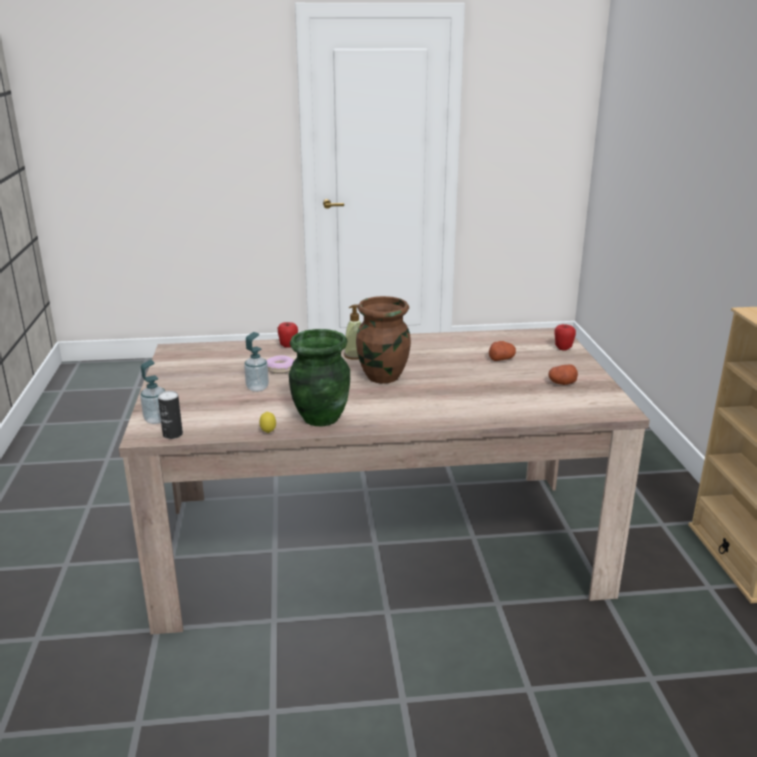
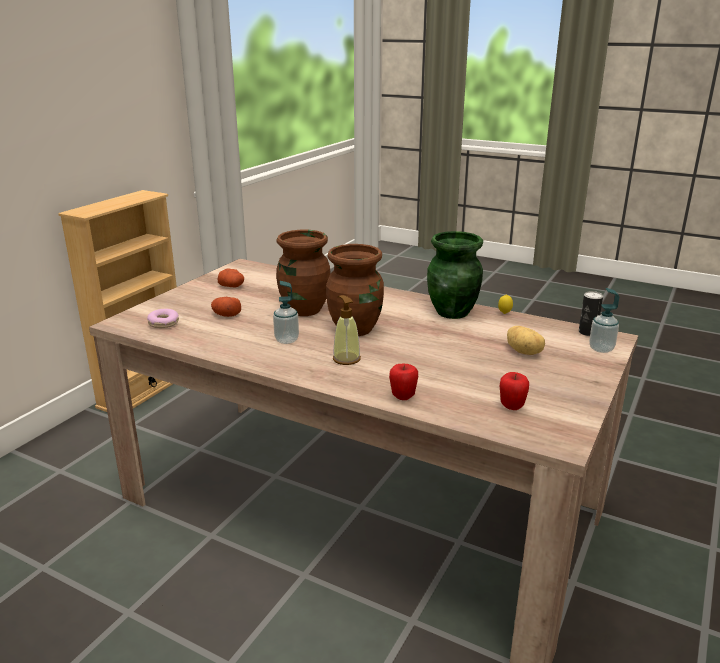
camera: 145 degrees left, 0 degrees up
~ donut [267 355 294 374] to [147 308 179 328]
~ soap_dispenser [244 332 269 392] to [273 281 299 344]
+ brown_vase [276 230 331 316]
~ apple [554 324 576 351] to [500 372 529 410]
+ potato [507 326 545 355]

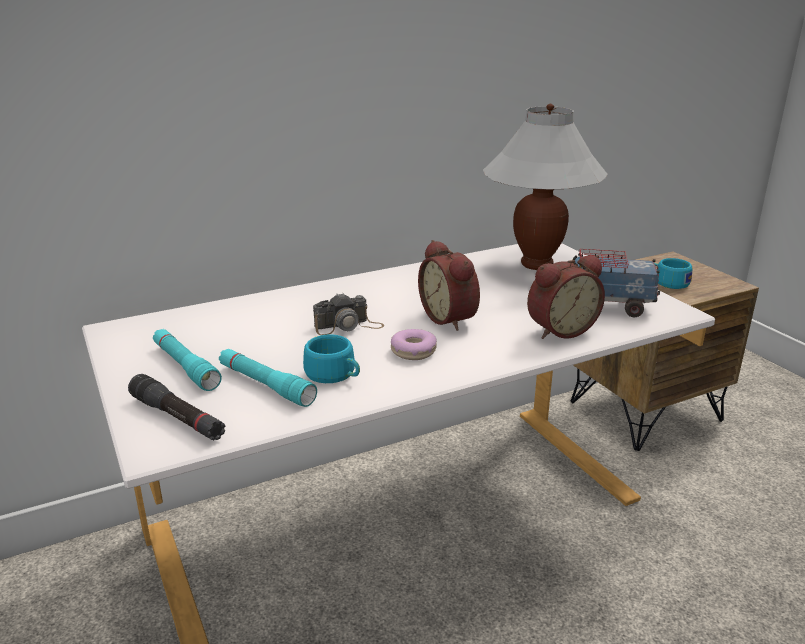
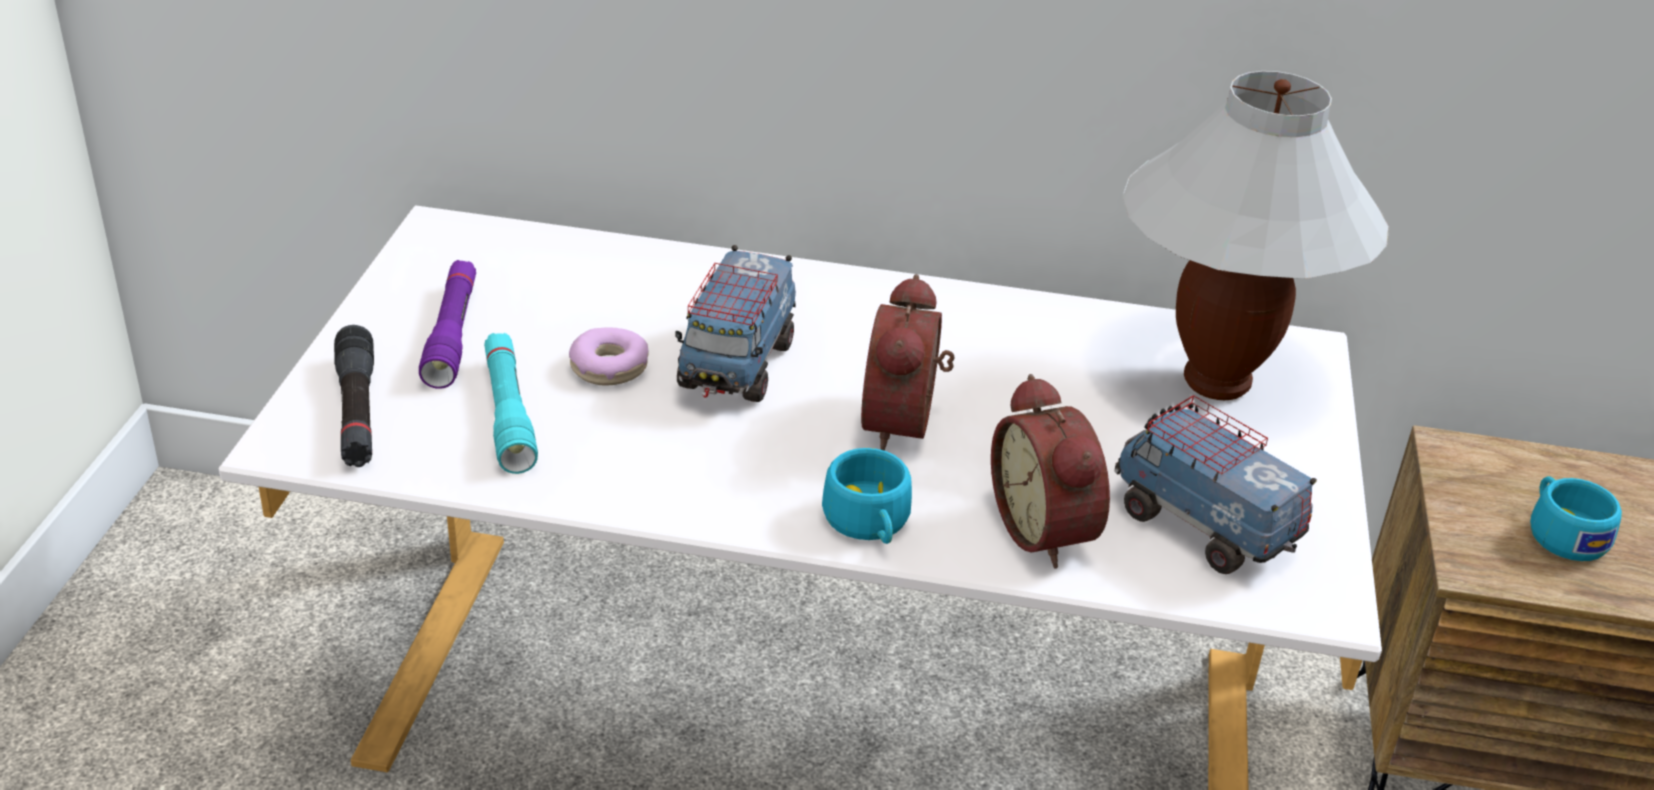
camera: 35 degrees right, 10 degrees up
~ turquoise_flashlight [153 329 222 391] to purple_flashlight [419 260 476 389]
~ donut [391 329 437 360] to [569 327 649 386]
~ photo_camera [313 293 384 335] to toy_truck [675 245 796 402]
~ turquoise_cup [303 335 360 383] to [822 448 912 544]
~ alarm_clock [527 255 605 339] = [991 374 1110 569] 60 degrees clockwise

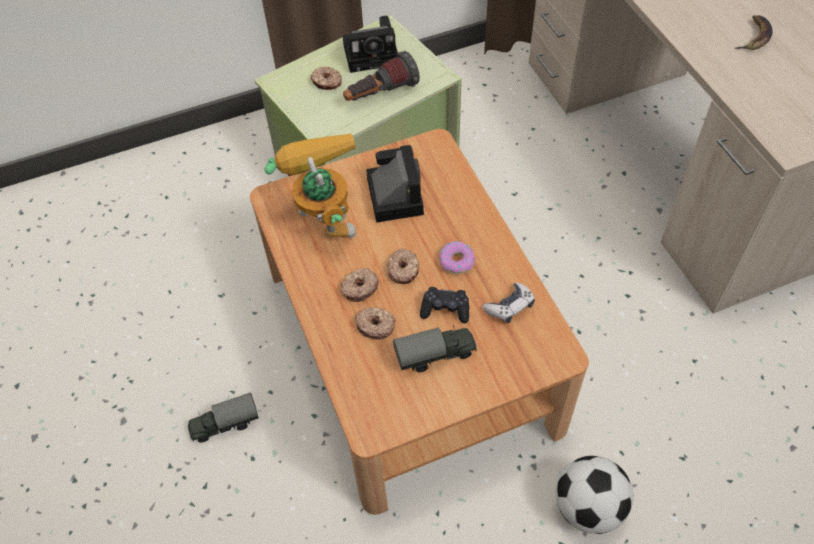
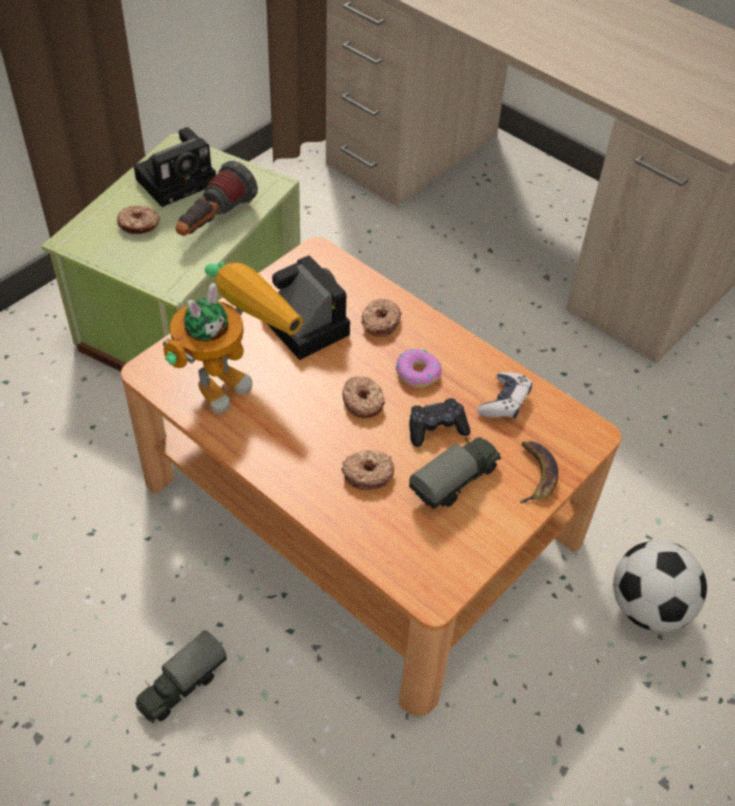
camera: 30 degrees left, 5 degrees down
~ toy_robot [264 133 356 238] = [163 262 303 414] 90 degrees clockwise
~ donut [340 268 379 302] to [361 298 402 337]
~ banana [735 15 773 50] to [520 441 558 503]

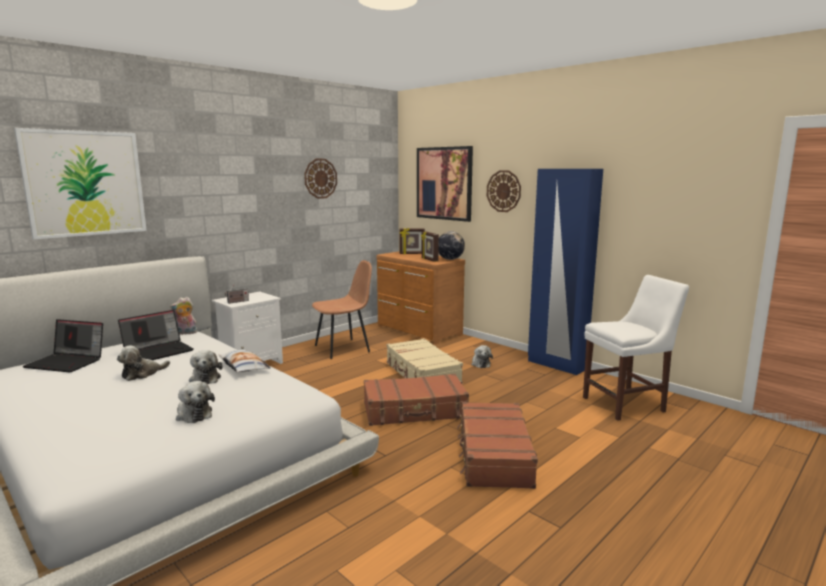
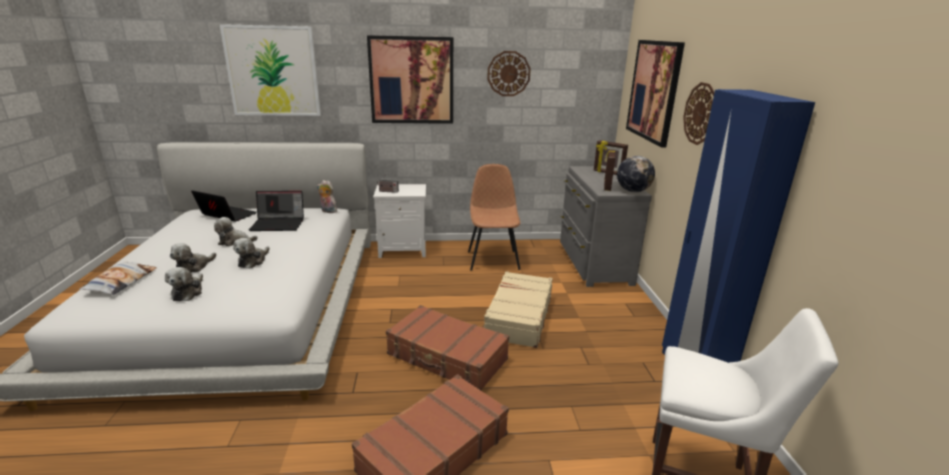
camera: 40 degrees right, 10 degrees up
~ pillow [219 350 271 372] to [79 262 157 295]
~ plush_toy [471 345 493 368] to [170 243 216 273]
~ laptop [22 319 103 373] = [191 190 257 222] 150 degrees clockwise
+ picture [367 35 453 124]
~ brown_chair [312 260 372 359] = [468 164 520 271] 105 degrees counterclockwise
~ brown_dresser [376 251 465 344] to grey_dresser [560 166 652 287]

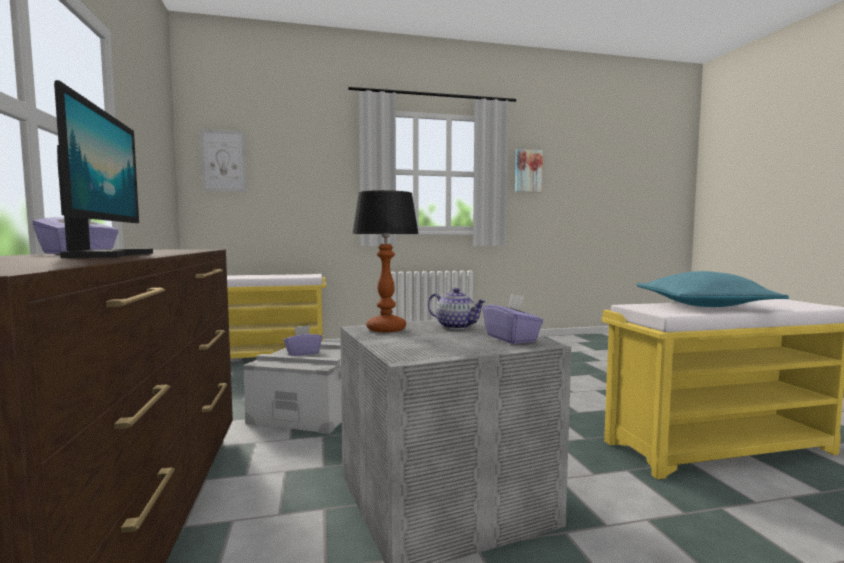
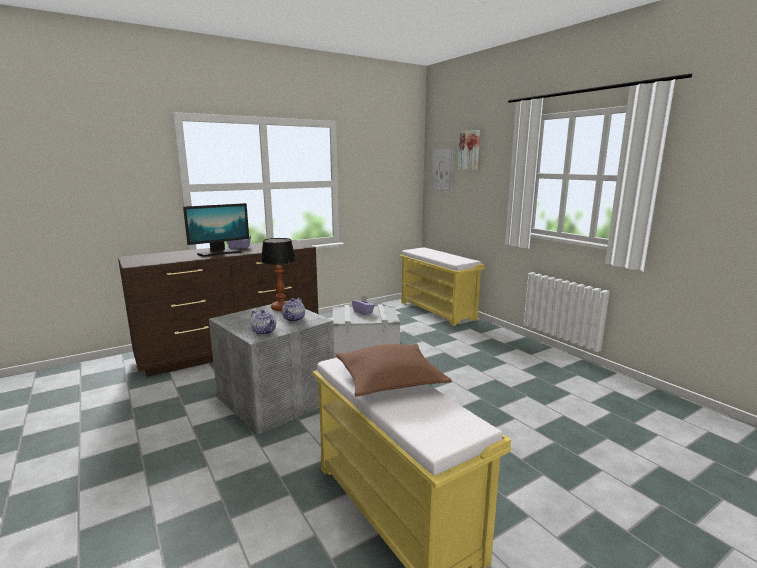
camera: 70 degrees right, 10 degrees up
~ purple_tissue_box [483 293 543 344] to teapot [251 309 276 335]
~ turquoise_pillow [636 271 789 307] to brown_pillow [336 343 452 397]
~ picture [515 149 543 192] to [458 130 480 170]

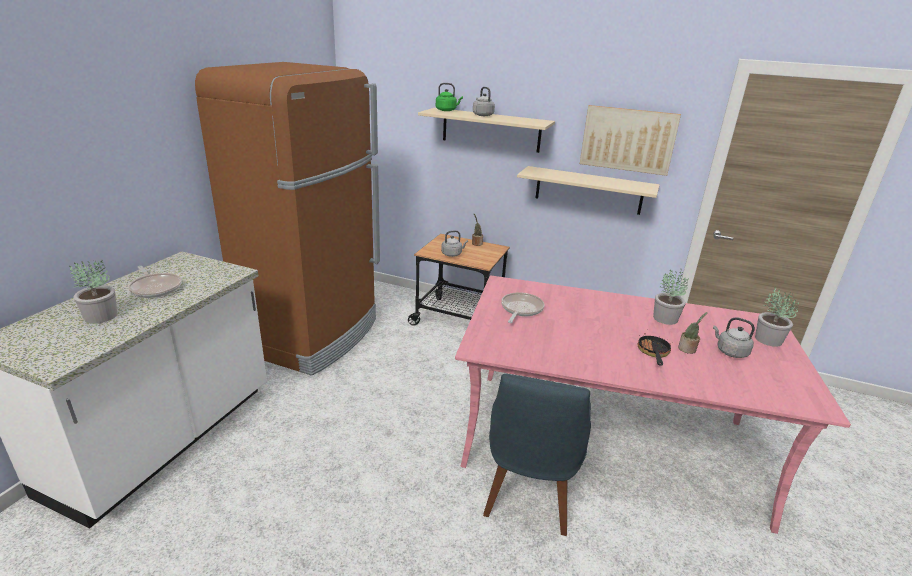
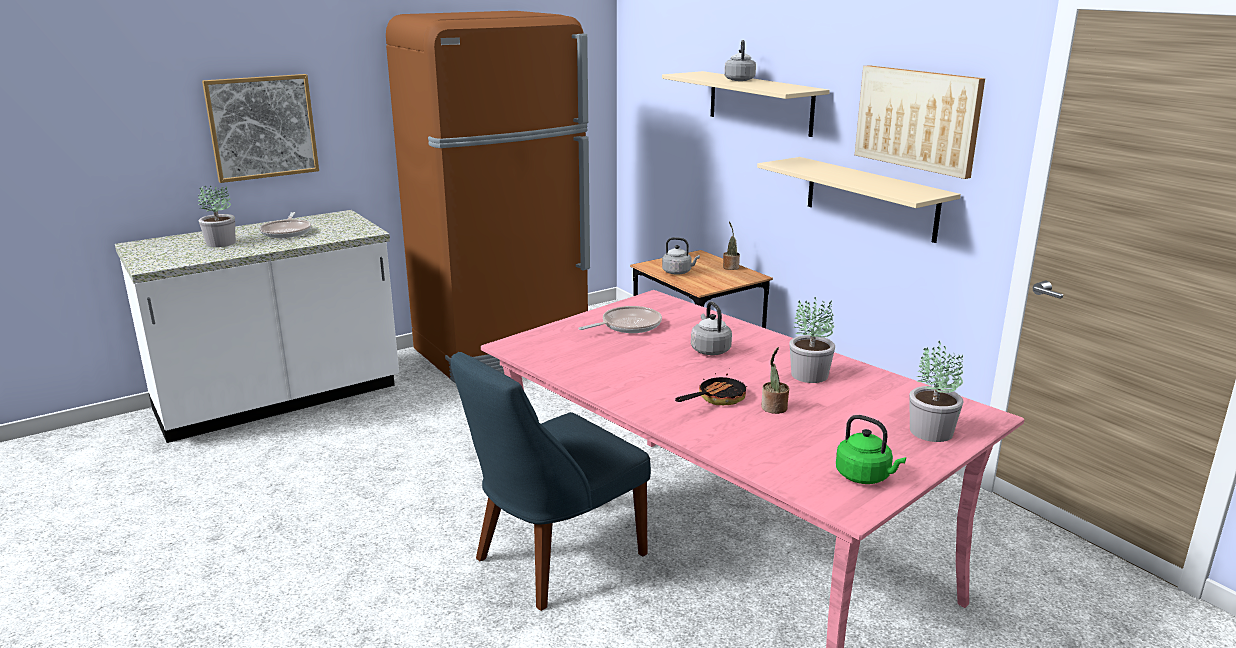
camera: 35 degrees right, 5 degrees down
+ picture [202 74 319 183]
~ grey_kettle [713 317 755 358] to [691 302 732 355]
~ green_kettle [436 83 463 111] to [836 415 906 484]

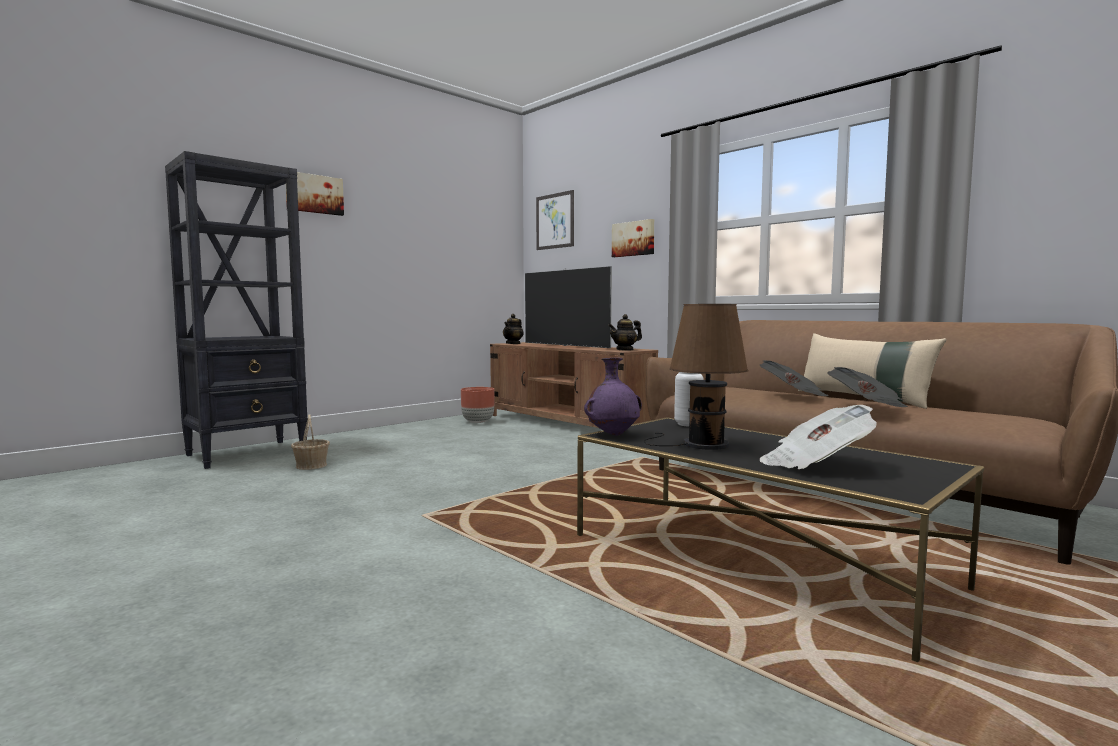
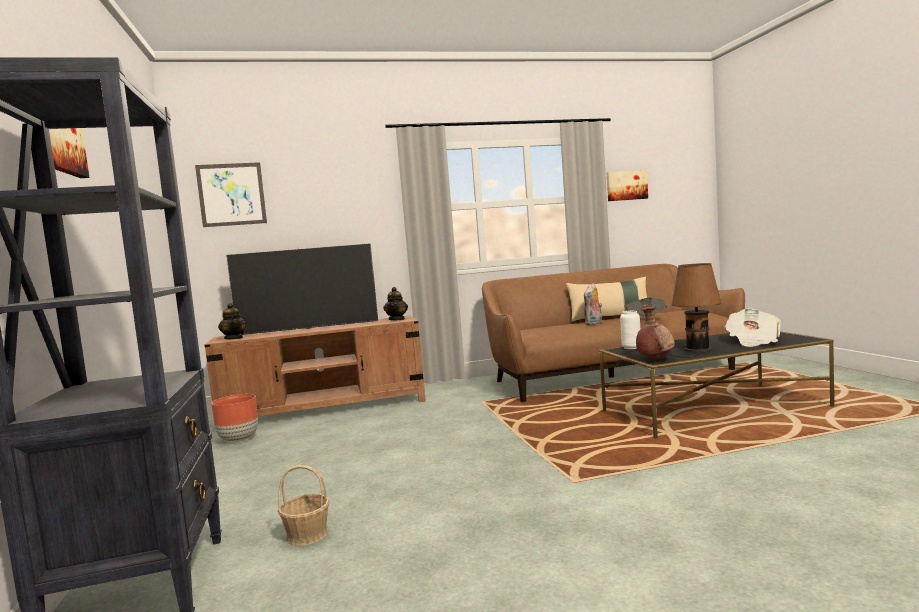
camera: 60 degrees left, 0 degrees up
~ newspaper [760 360 829 396] to plush_toy [584 284 602 325]
~ picture [612 219 654 257] to [607 170 648 201]
~ purple_vase [584 358 642 436] to brown_vase [636 306 675 360]

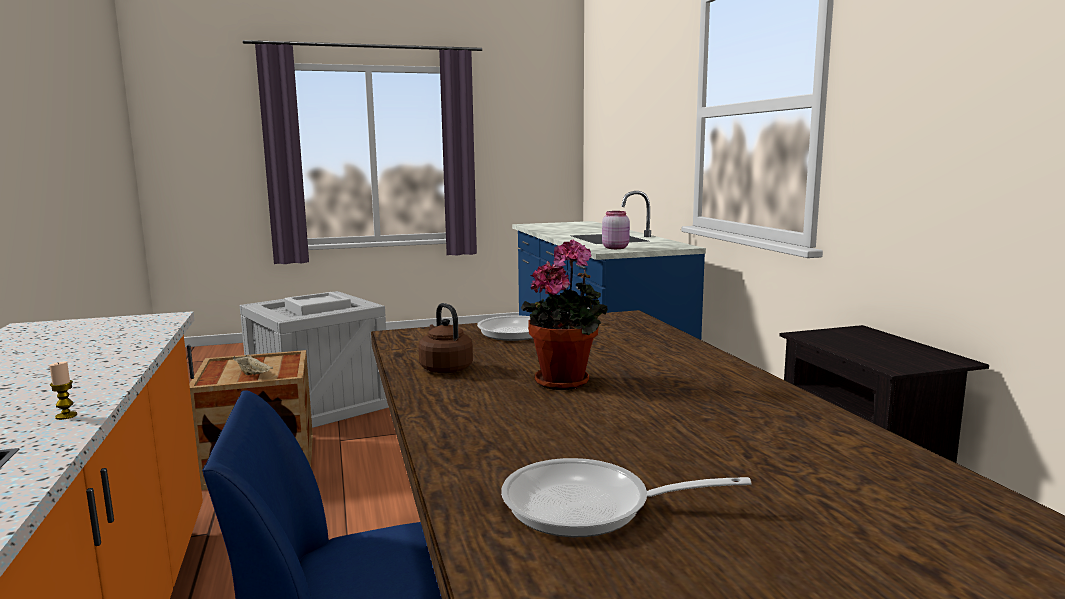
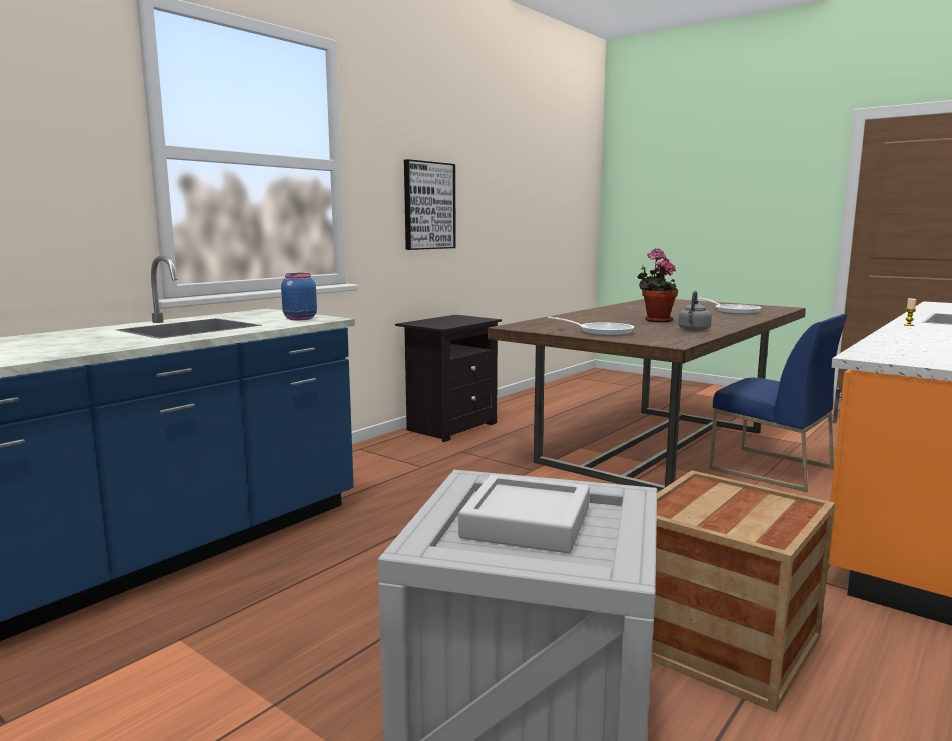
camera: 125 degrees left, 0 degrees up
~ pink_jar [602 211 630 249] to blue_jar [281 273 317 320]
+ picture [404 159 456 250]
~ brown_kettle [419 303 473 373] to grey_kettle [678 291 712 331]
- beige_tray [233 355 273 375]

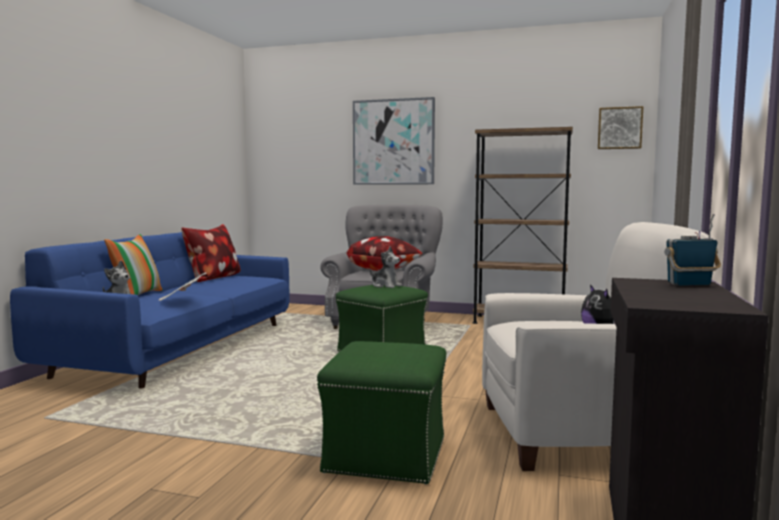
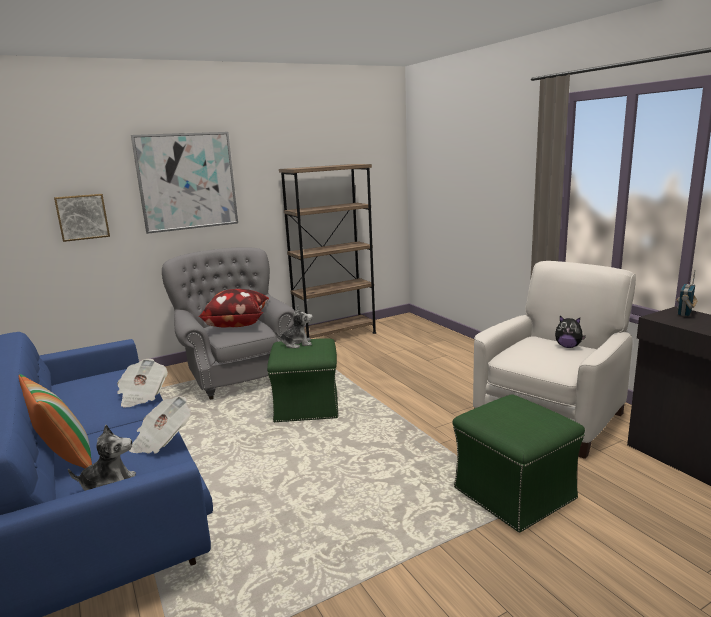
camera: 45 degrees left, 10 degrees up
~ picture [598 106 643 149] to [54 194 110 242]
+ newspaper [117 359 167 408]
- pillow [181 224 241 282]

